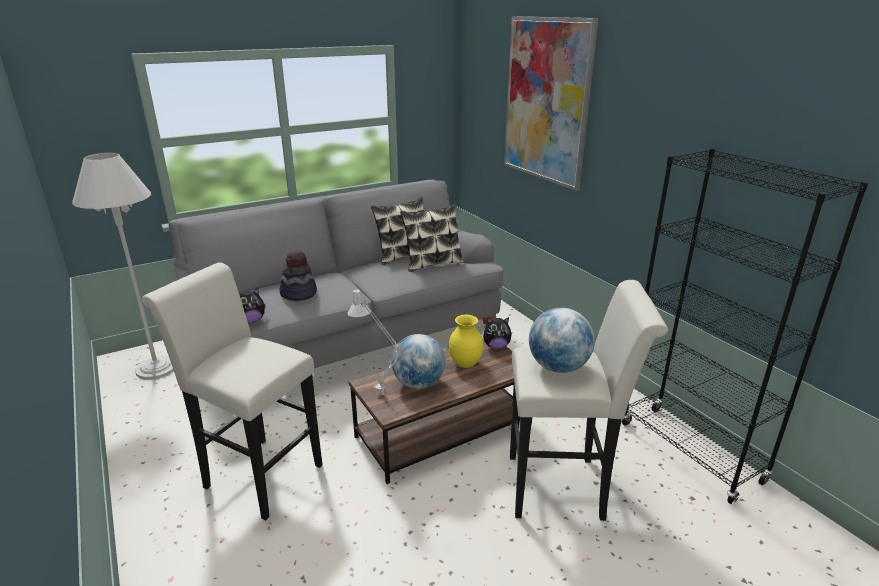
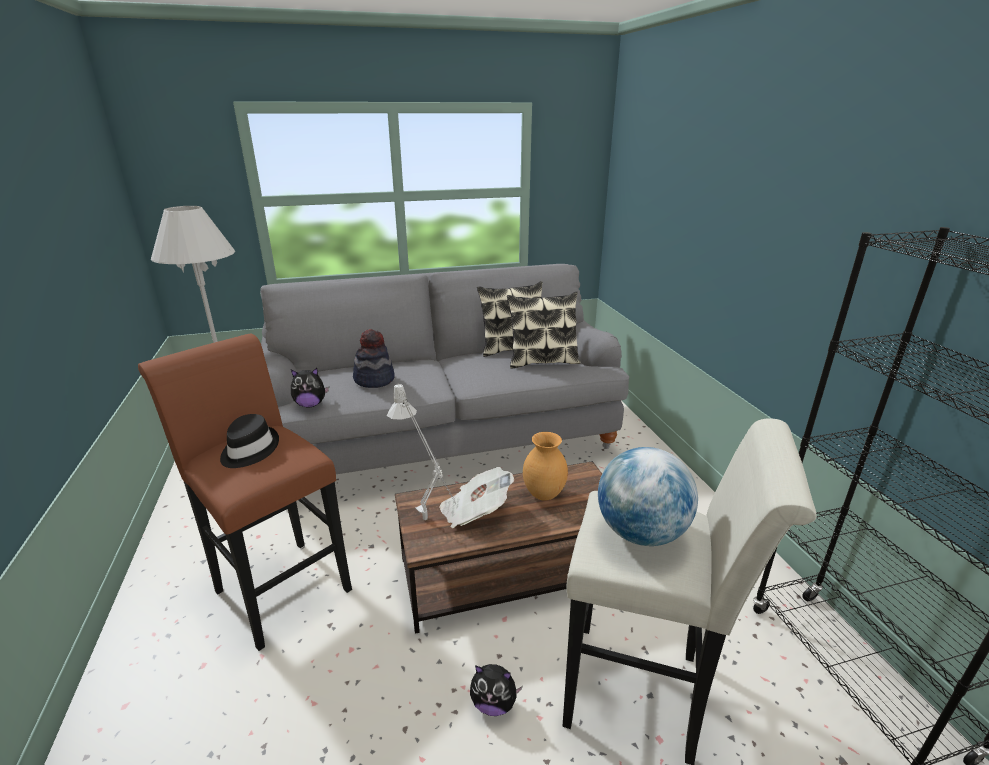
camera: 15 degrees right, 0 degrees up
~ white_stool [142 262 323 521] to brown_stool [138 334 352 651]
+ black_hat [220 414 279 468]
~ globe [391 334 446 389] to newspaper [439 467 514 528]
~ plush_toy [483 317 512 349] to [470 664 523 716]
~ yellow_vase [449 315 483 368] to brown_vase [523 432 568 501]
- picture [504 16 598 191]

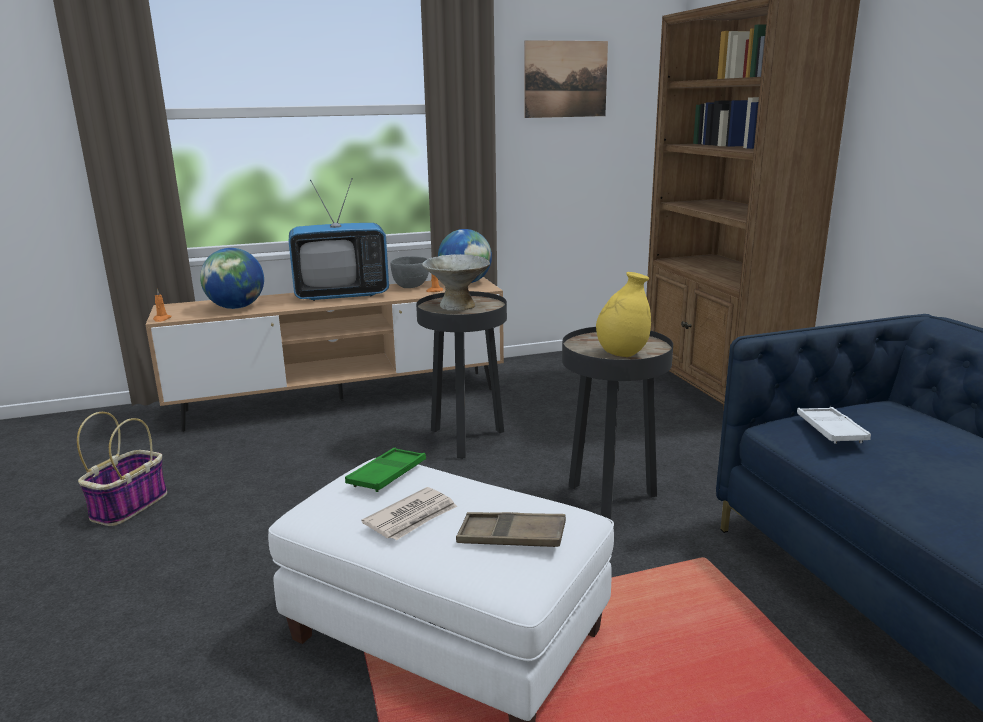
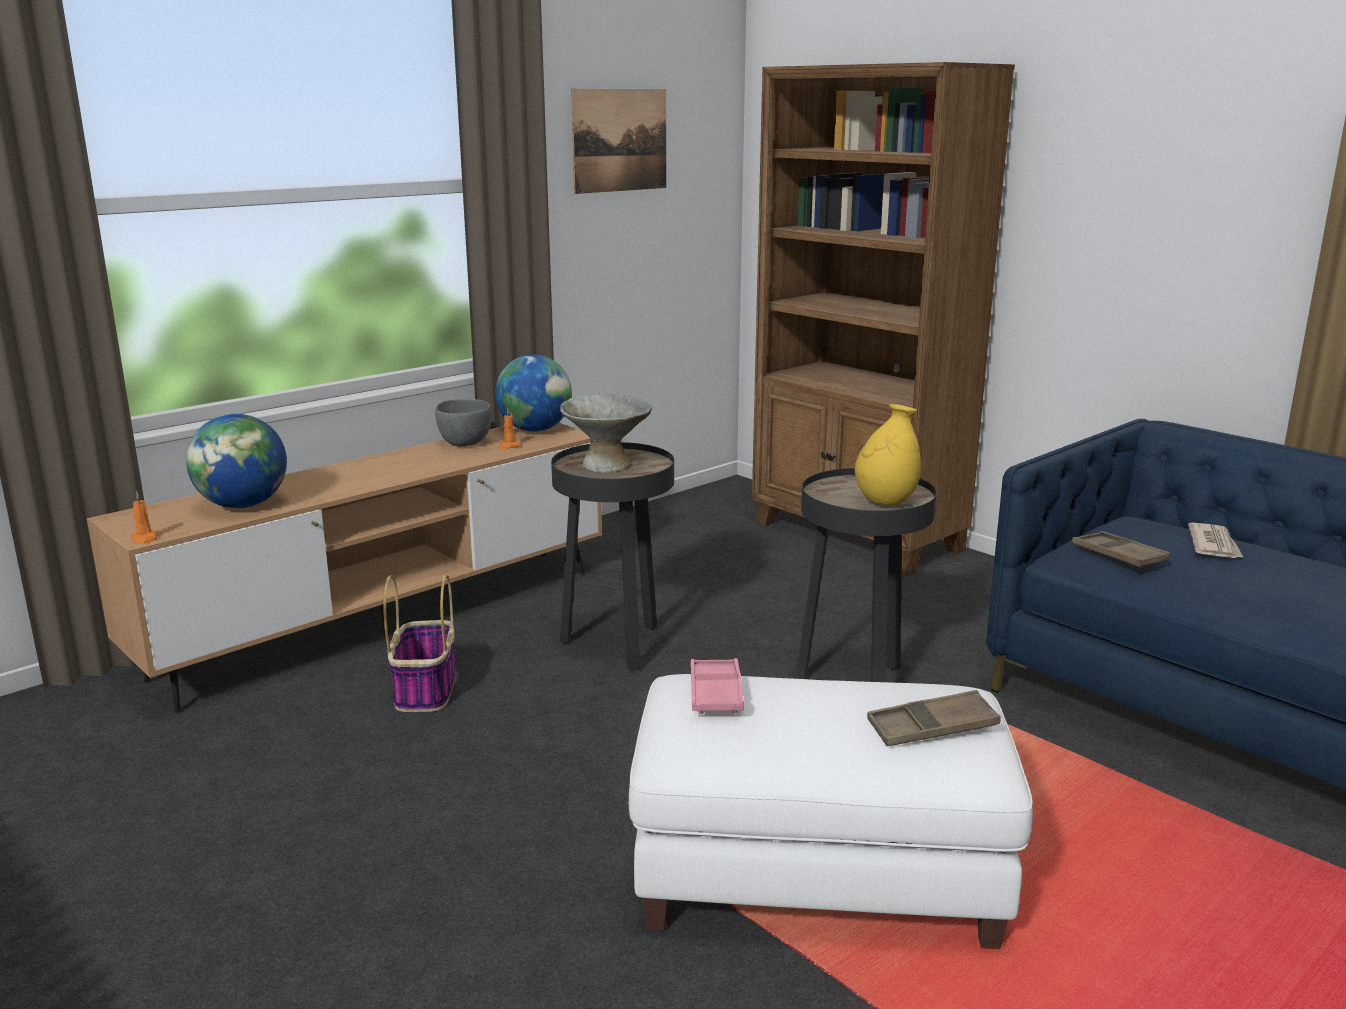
camera: 25 degrees left, 0 degrees up
~ basket [77 412 167 526] to [383 575 456 712]
~ green_tray [345 448 426 492] to pink_tray [690 658 744 714]
~ white_tray [797 407 871 444] to brown_tray [1072 531 1170 569]
~ newspaper [362 487 457 540] to [1188 523 1244 558]
- television [289 178 389 301]

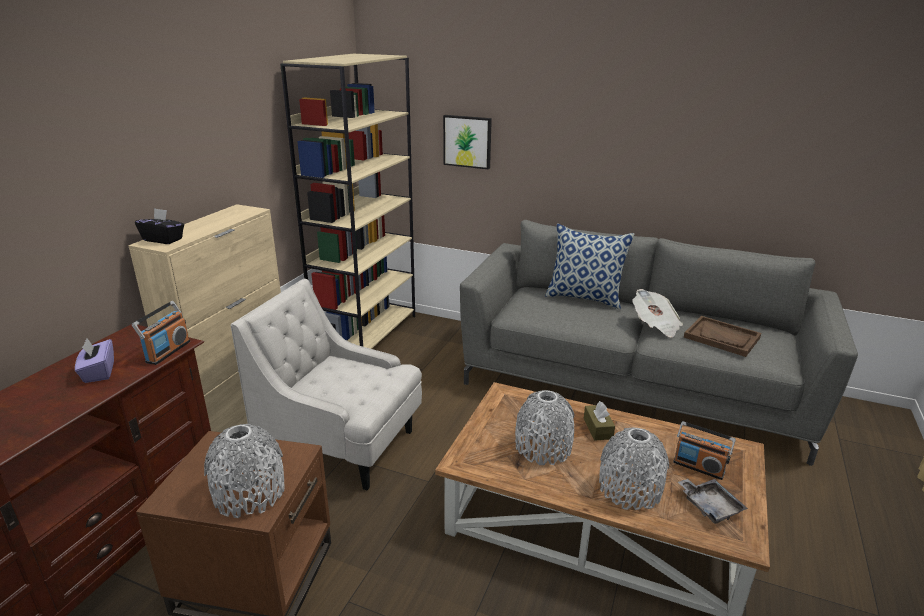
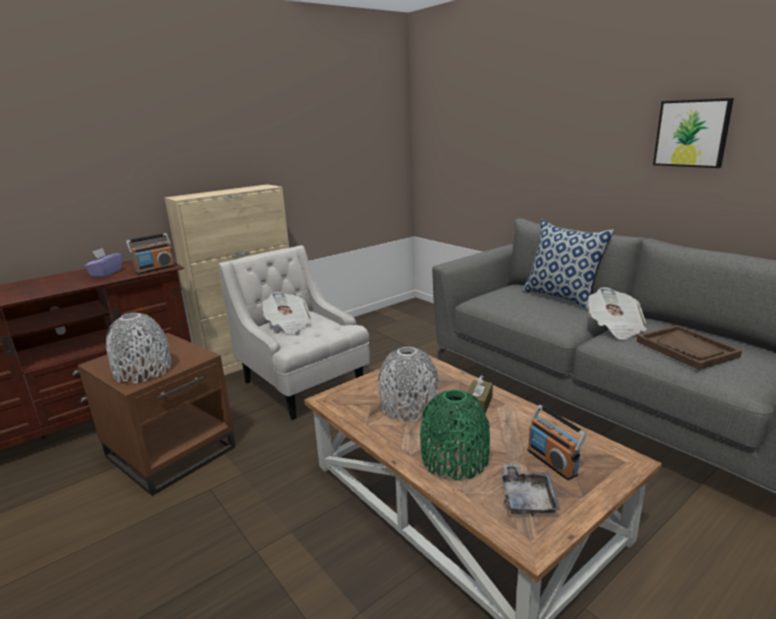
camera: 30 degrees right, 5 degrees down
+ newspaper [262 292 312 334]
~ grey_vase [599 428 669 510] to green_vase [420 390 490 480]
~ picture [443 115 492 169] to [653 98 734 168]
- black_tissue_box [135 208 184 244]
- beige_bookcase [280 54 415 349]

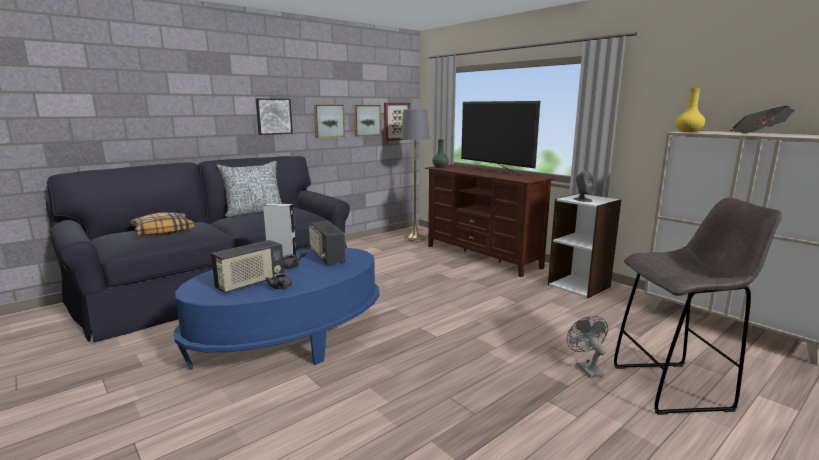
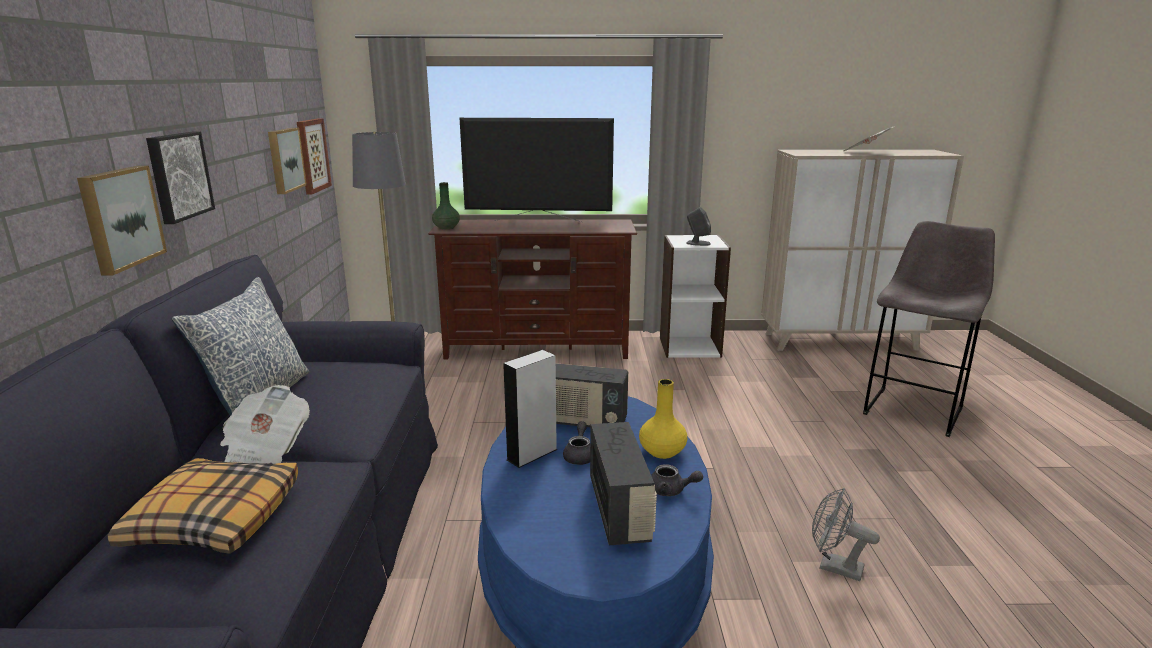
camera: 50 degrees left, 5 degrees up
~ picture [314 105 345 138] to [77 166 167 275]
+ newspaper [220 385 310 464]
~ yellow_vase [675 88 705 132] to [639 379 687 459]
~ grey_fan [567 316 608 378] to [812 488 880 581]

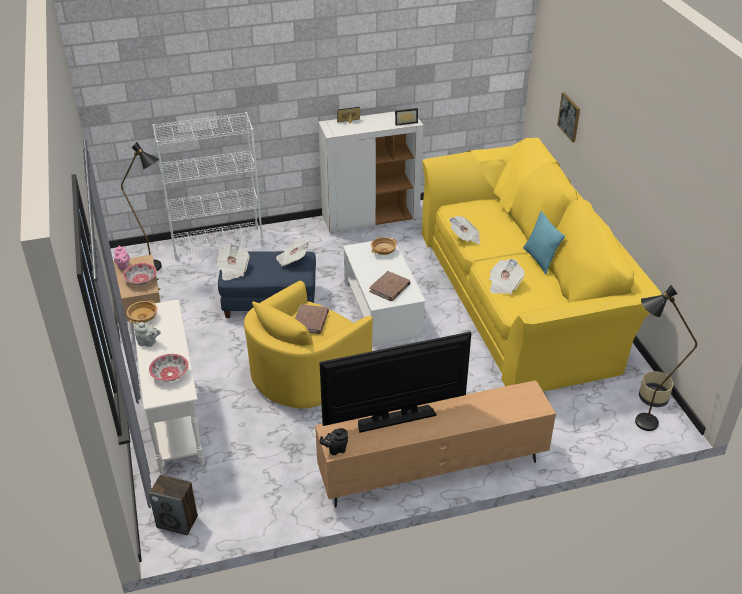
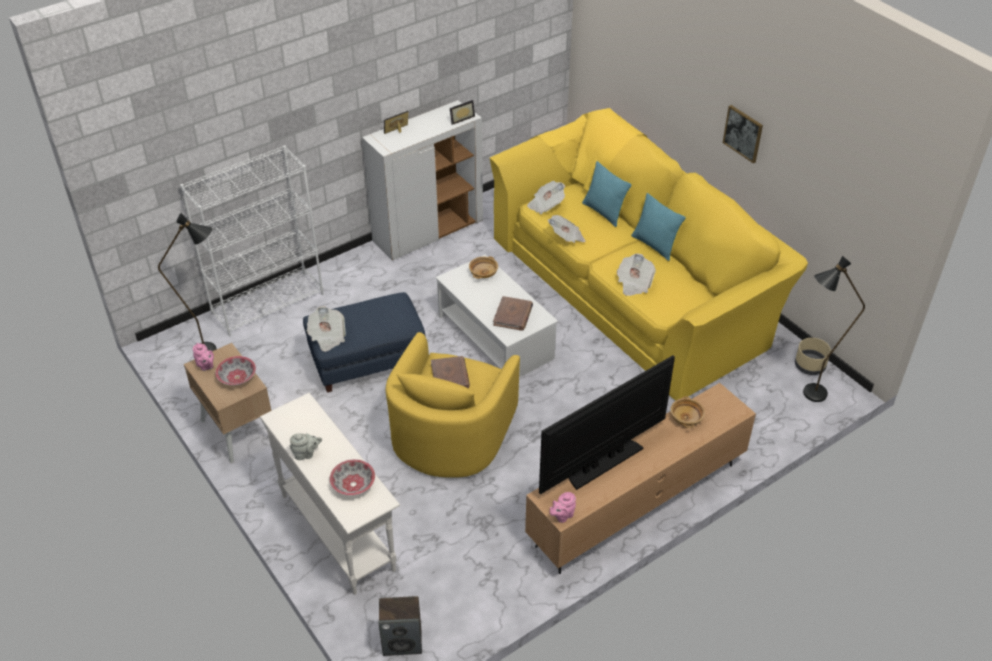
camera: 20 degrees left, 5 degrees up
~ newspaper [276 240 310 267] to [527 181 565 214]
~ black_teapot [320 428 348 455] to pink_teapot [550 492 576 523]
+ turquoise_pillow [582 161 631 227]
~ beige_bowl [126 300 157 324] to [670 396 705 428]
~ picture [557 92 580 142] to [723 105 763 163]

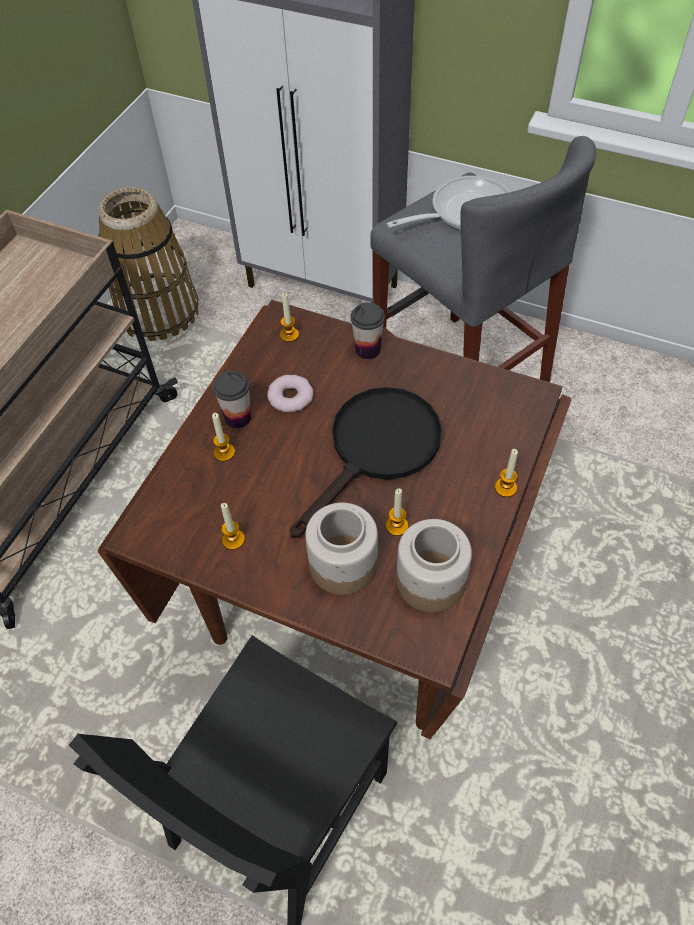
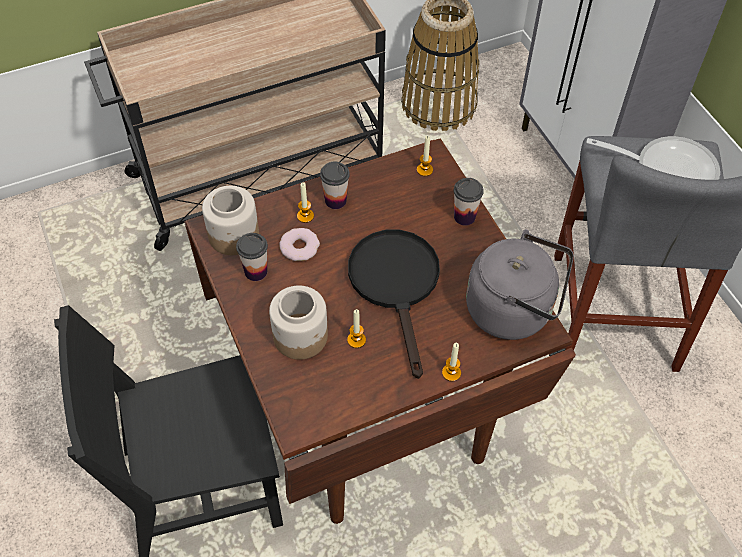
camera: 40 degrees right, 0 degrees up
~ jar [396 519 472 613] to [202 186 259 255]
~ candle [221 503 245 550] to cup [236 233 268 281]
~ donut [267 375 313 412] to [279 228 320 261]
~ black_frying_pan [290 387 442 538] = [348 230 440 379] 90 degrees counterclockwise
+ grey_kettle [466 229 574 340]

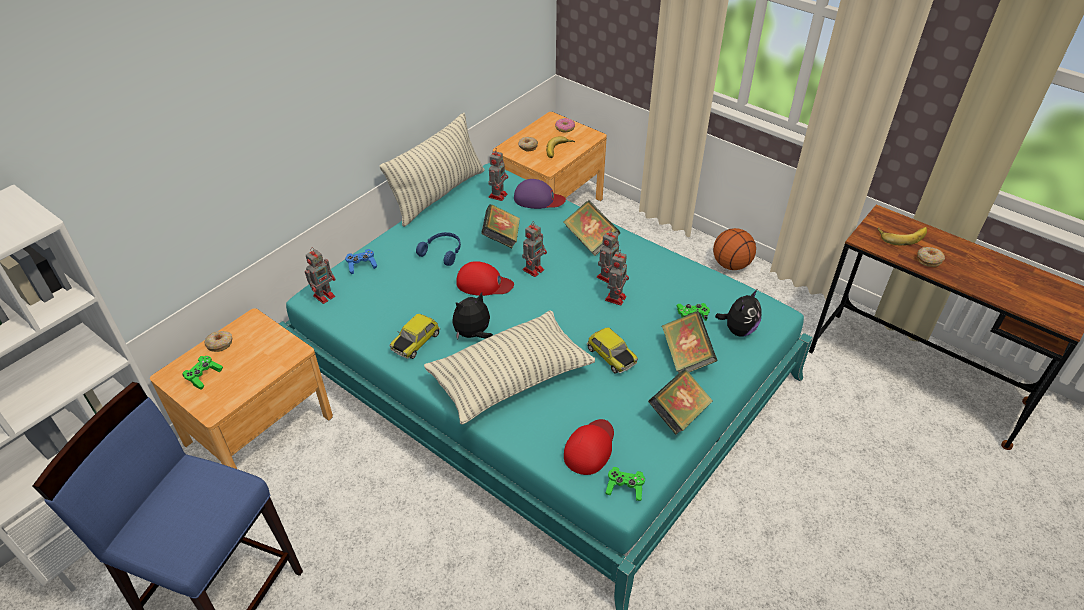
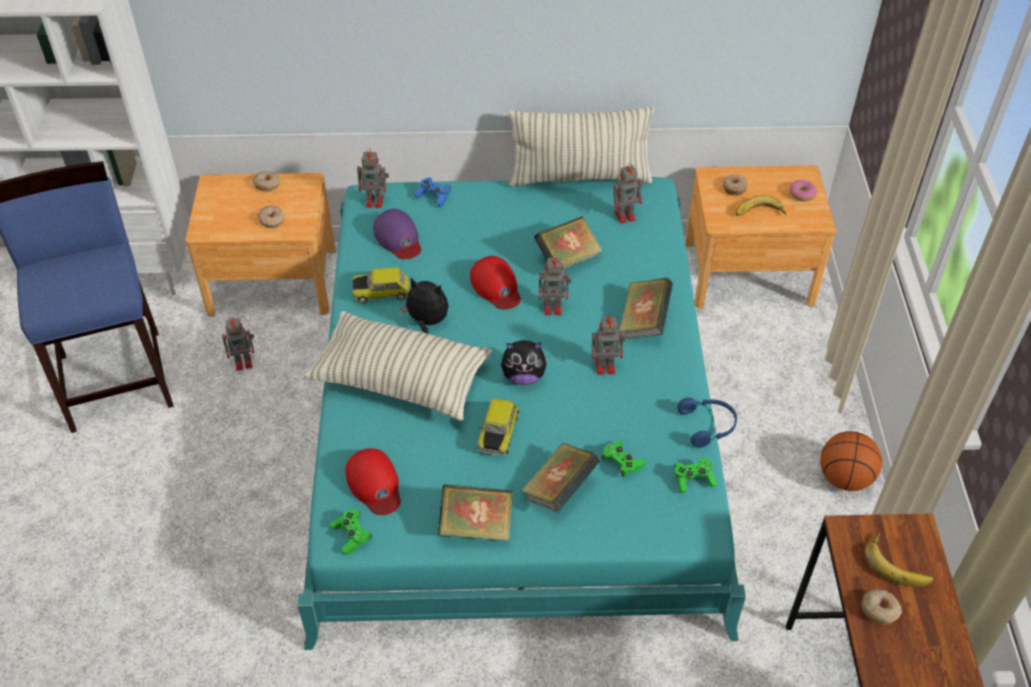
camera: 50 degrees right, 5 degrees up
~ toy_robot [605 250 629 306] to [222 317 254 371]
+ donut [258 206 284 228]
~ red_cap [564 419 614 475] = [345 448 401 515] 75 degrees clockwise
~ purple_cap [514 179 566 209] to [373 209 421 259]
~ plush_toy [715 289 762 337] to [501 340 549 385]
~ green_game_controller [182 356 223 390] to [675 458 717 493]
~ blue_headphones [416 232 461 266] to [677 397 737 448]

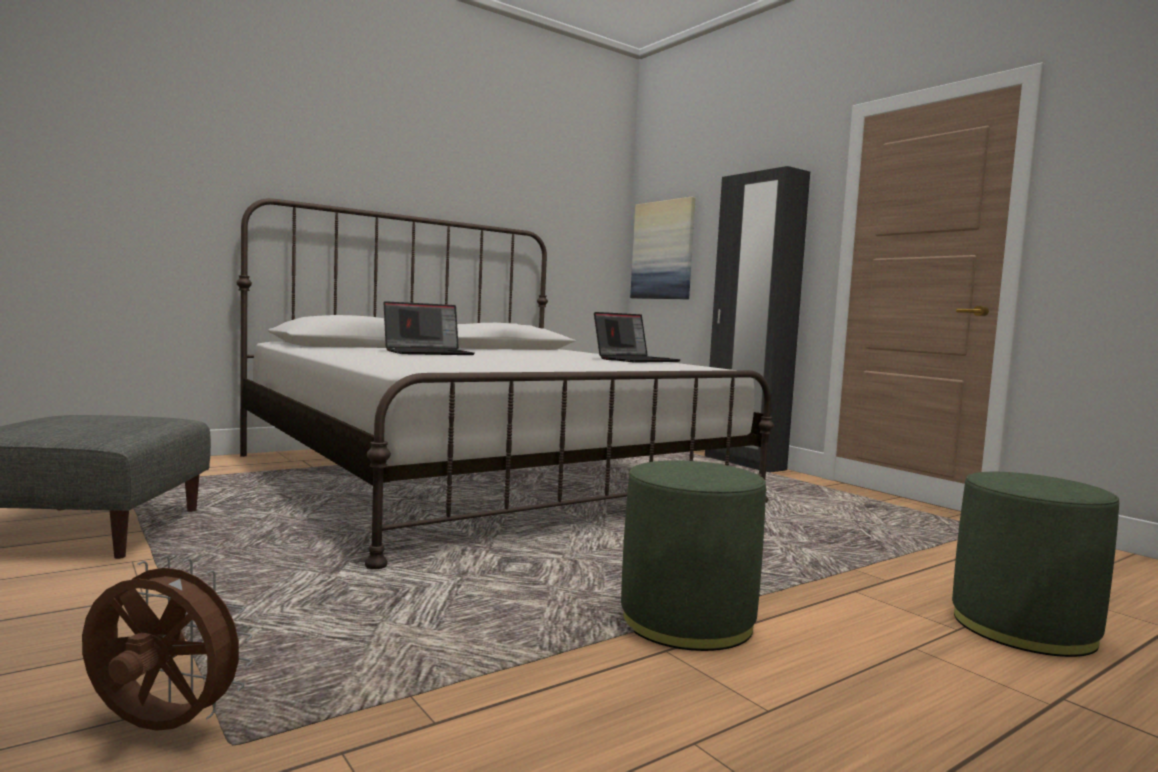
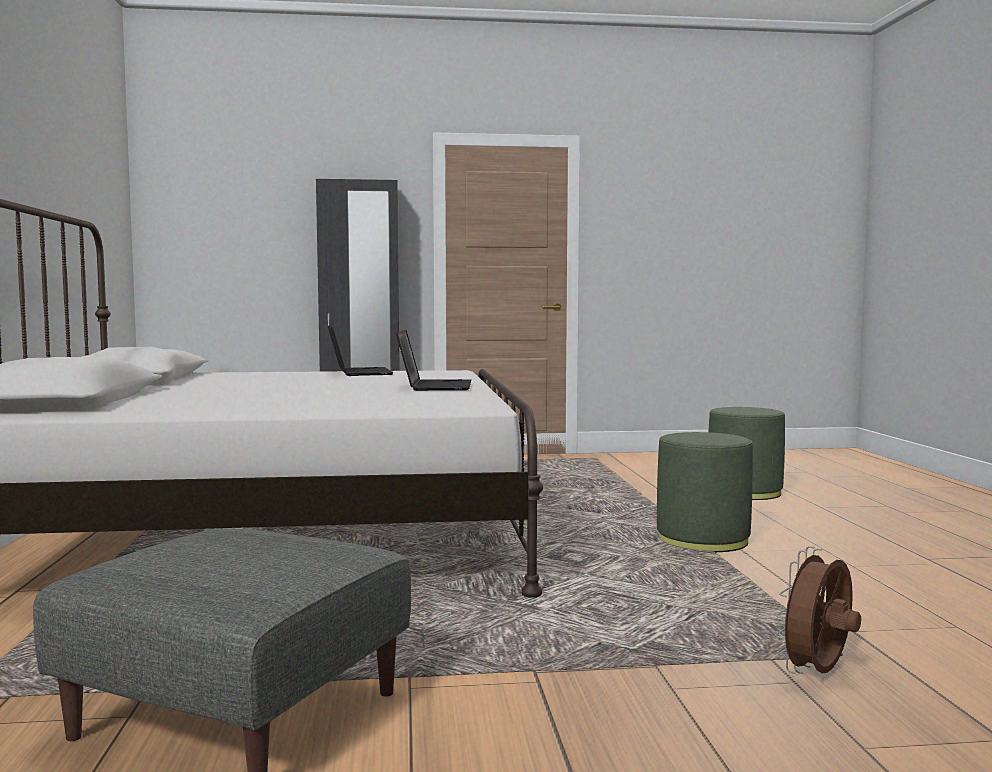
camera: 60 degrees left, 0 degrees up
~ laptop [384 301 475 355] to [396 330 471 391]
- picture [630 197 696 299]

